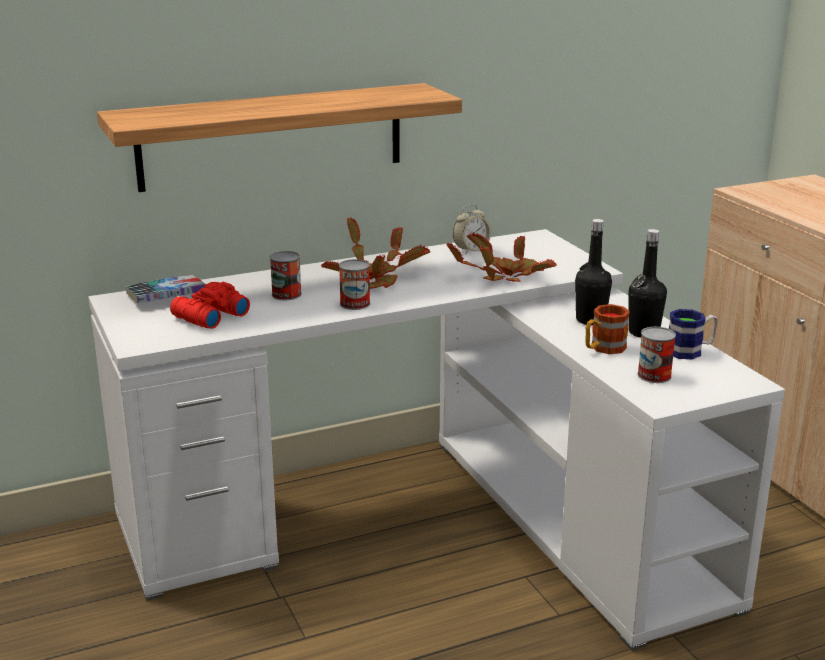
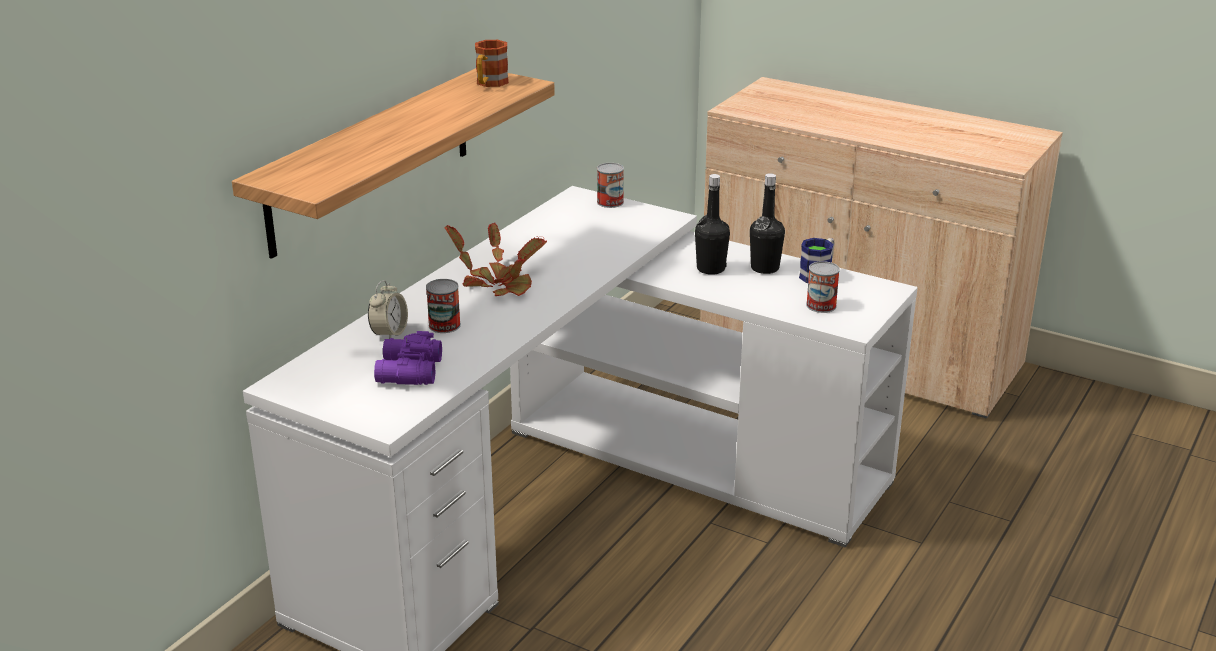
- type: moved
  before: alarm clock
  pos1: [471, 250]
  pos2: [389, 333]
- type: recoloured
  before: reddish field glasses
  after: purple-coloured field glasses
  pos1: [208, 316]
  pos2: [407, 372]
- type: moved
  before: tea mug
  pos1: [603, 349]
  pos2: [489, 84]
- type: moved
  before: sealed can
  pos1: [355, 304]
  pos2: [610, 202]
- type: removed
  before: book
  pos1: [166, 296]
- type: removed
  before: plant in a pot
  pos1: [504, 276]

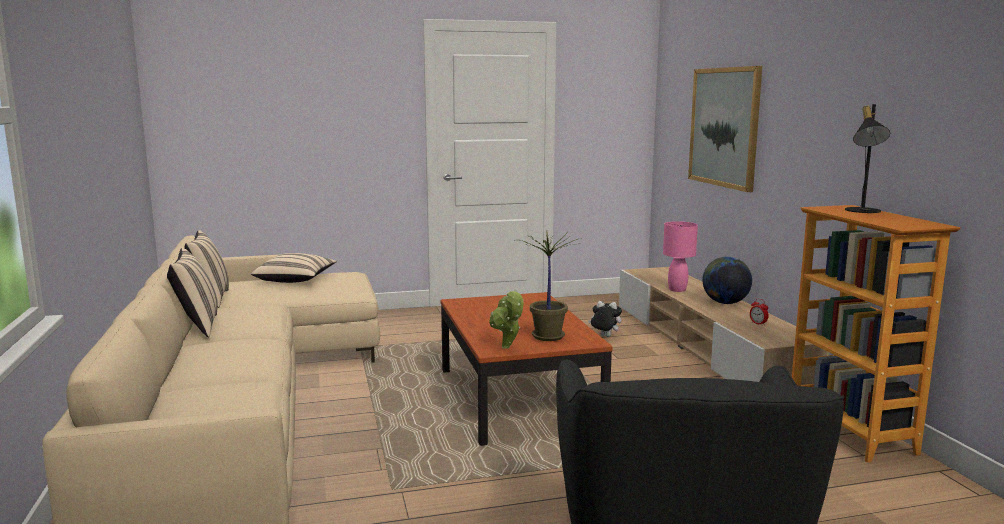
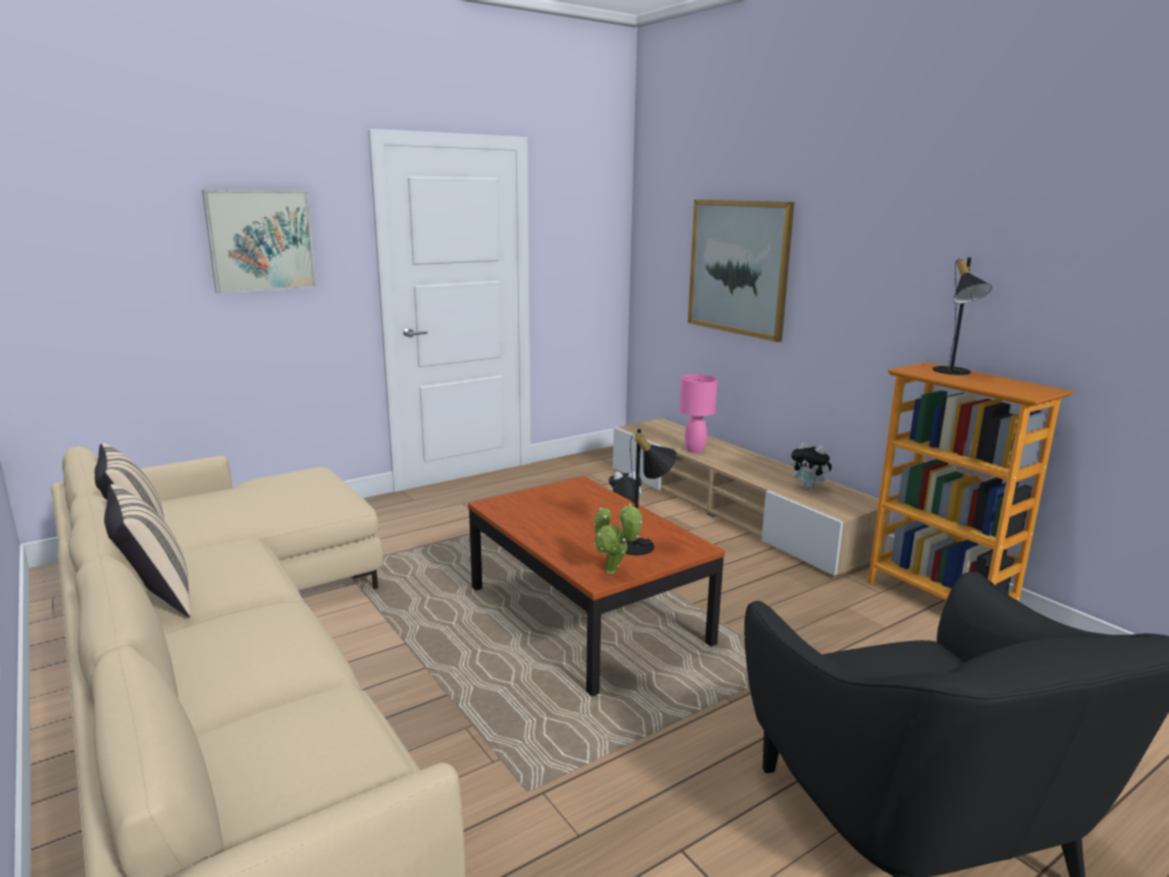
- type: added
  after: wall art
  pos2: [261, 241]
- type: replaced
  before: plant in a pot
  after: black-coloured tabletop lamp
  pos1: [547, 336]
  pos2: [643, 546]
- type: replaced
  before: alarm clock
  after: cuddly toy
  pos1: [758, 323]
  pos2: [809, 487]
- type: removed
  before: sand-coloured cushion
  pos1: [296, 280]
- type: removed
  before: desk globe
  pos1: [725, 303]

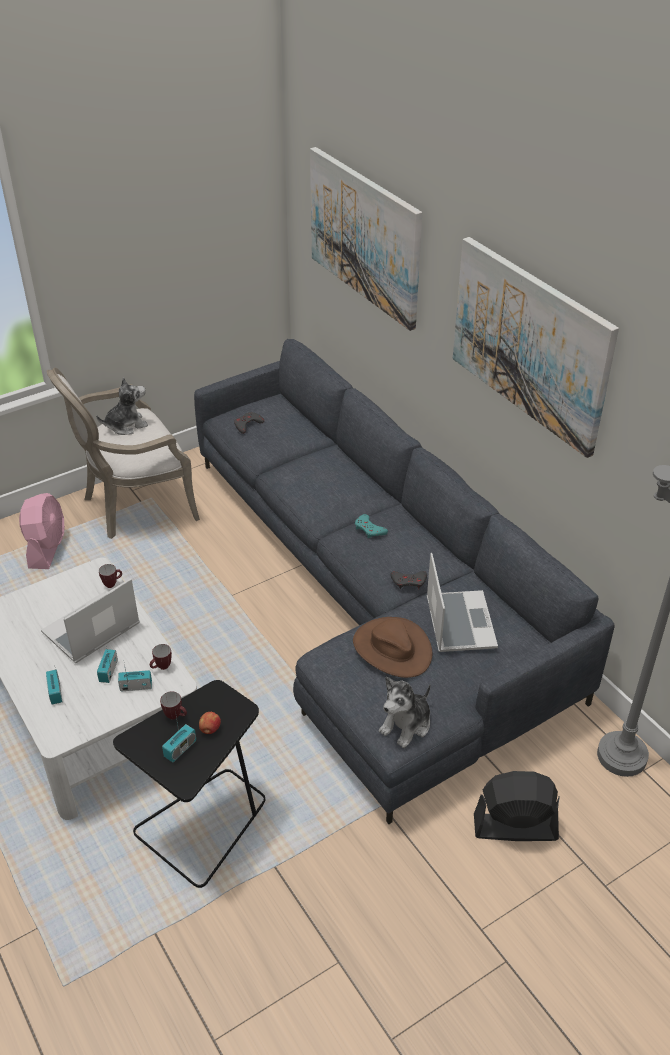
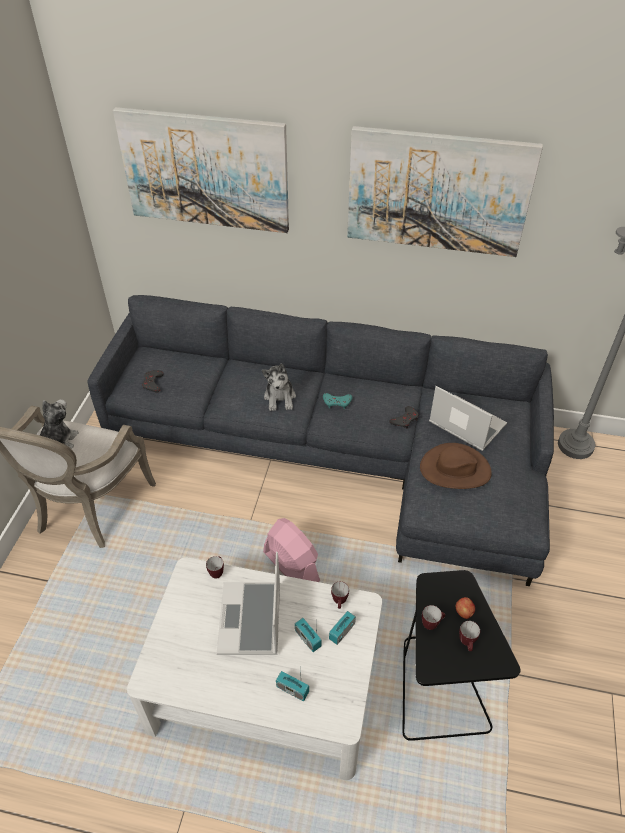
- type: moved
  before: cuddly toy
  pos1: [406, 725]
  pos2: [280, 398]
- type: moved
  before: pink-coloured cooling fan
  pos1: [47, 548]
  pos2: [291, 566]
- type: replaced
  before: radio set
  after: tea mug
  pos1: [180, 749]
  pos2: [467, 643]
- type: removed
  before: black-coloured cooling fan
  pos1: [515, 827]

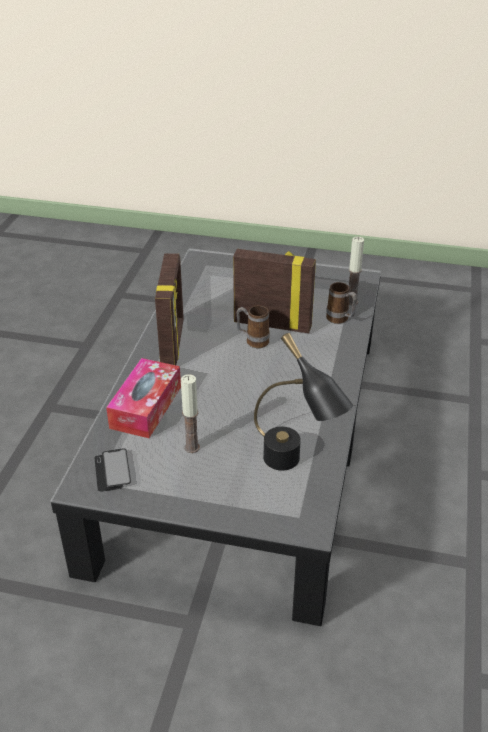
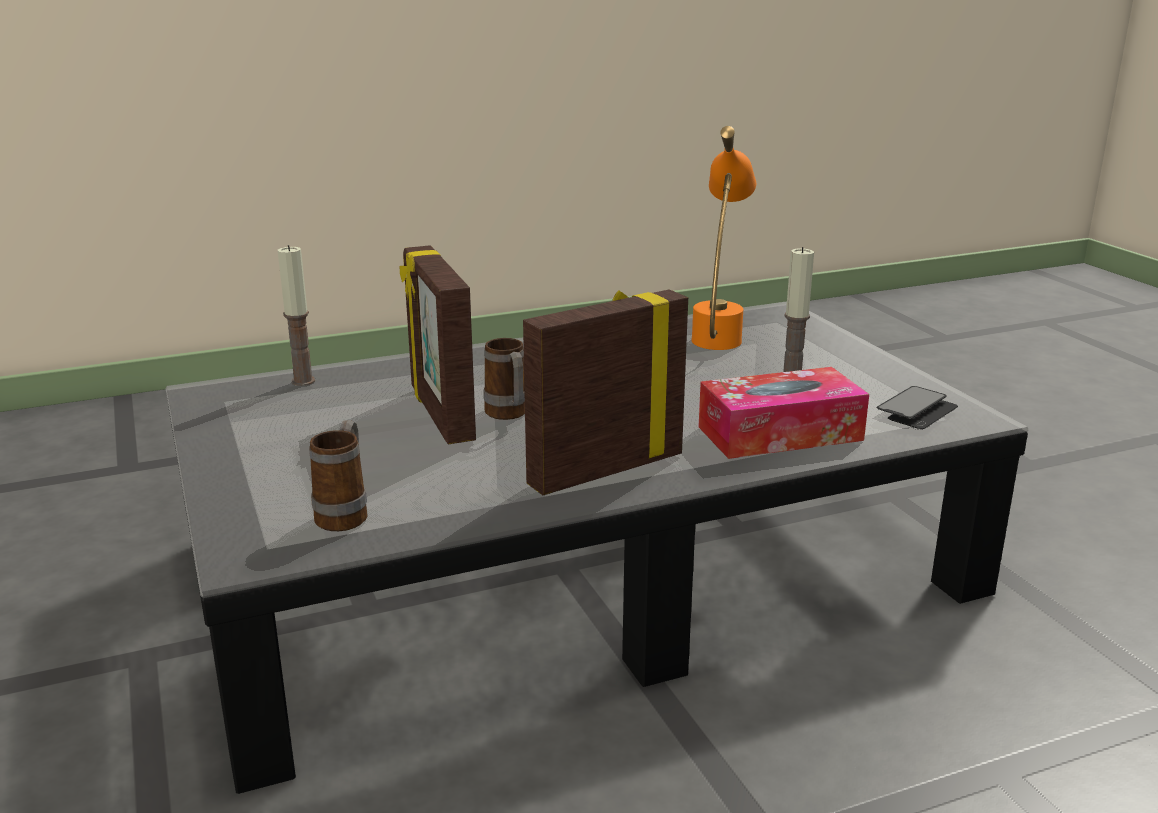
- type: moved
  before: tea mug
  pos1: [340, 320]
  pos2: [346, 513]
- type: recoloured
  before: black-coloured tabletop lamp
  after: orange-coloured tabletop lamp
  pos1: [294, 467]
  pos2: [719, 333]

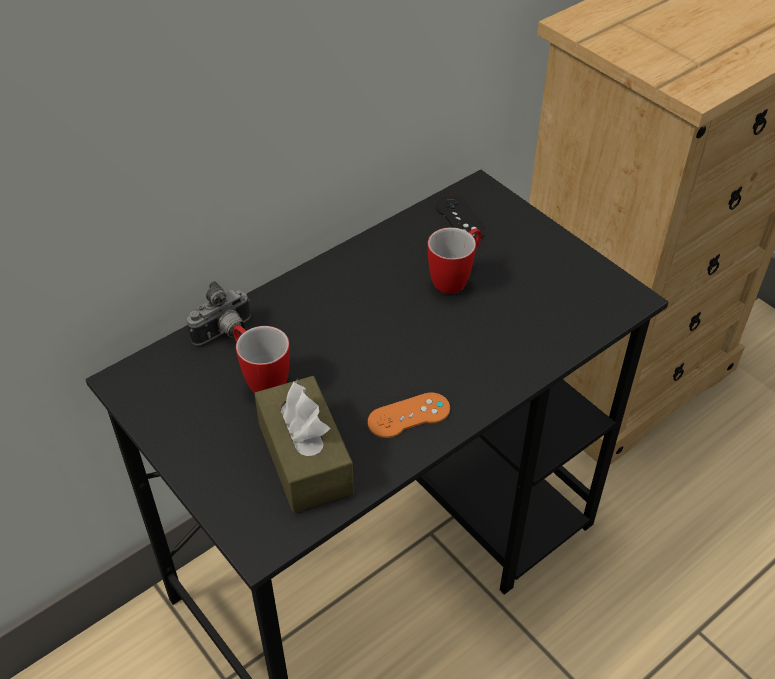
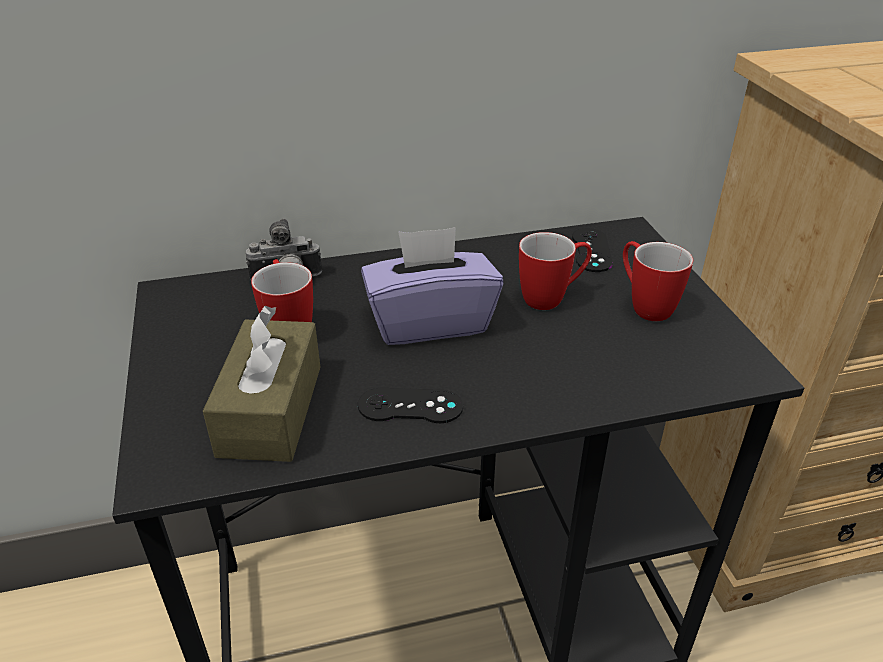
- type: recoloured
  before: orange-coloured game controller
  after: black-coloured game controller
  pos1: [409, 415]
  pos2: [410, 406]
- type: added
  after: purple-coloured box of tissues
  pos2: [430, 321]
- type: added
  after: tea mug
  pos2: [644, 305]

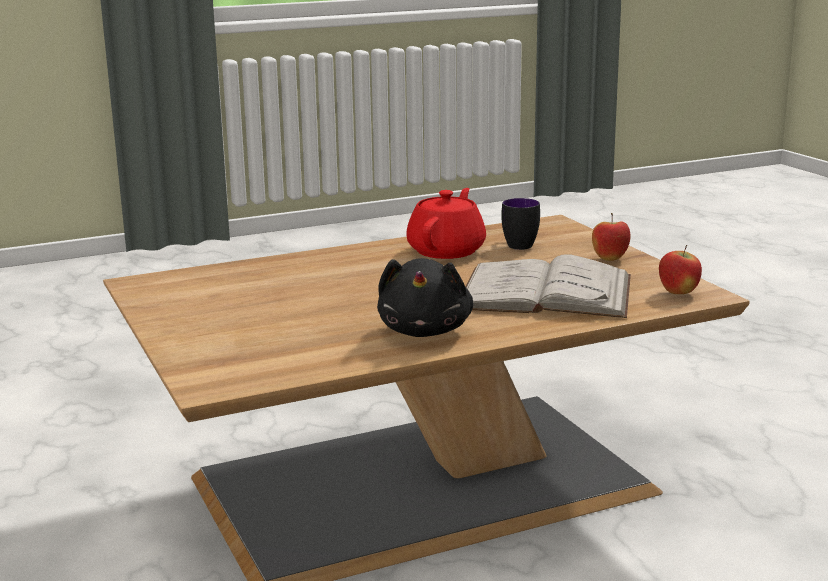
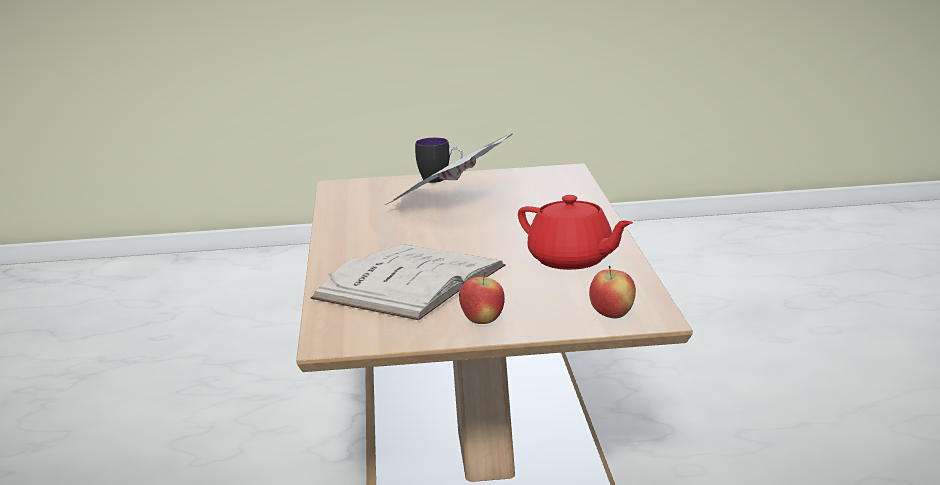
- type: added
  after: daily paper
  pos2: [449, 205]
- type: moved
  before: tea mug
  pos1: [518, 244]
  pos2: [440, 180]
- type: moved
  before: whole apple
  pos1: [678, 293]
  pos2: [613, 316]
- type: removed
  before: black-coloured cuddly toy
  pos1: [425, 331]

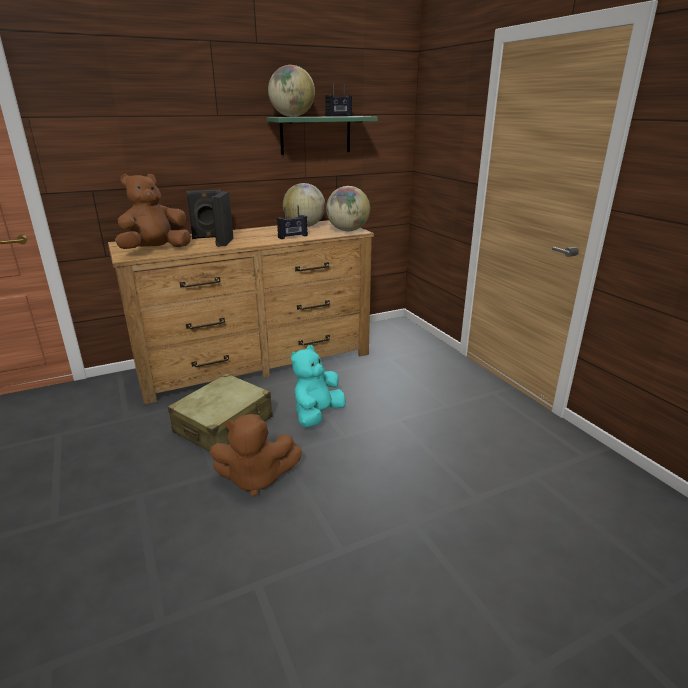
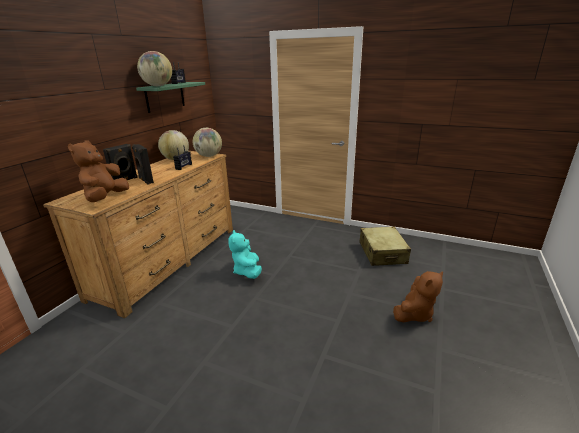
- type: moved
  before: sand-coloured suitcase
  pos1: [224, 425]
  pos2: [382, 253]
- type: moved
  before: brownish cuddly toy
  pos1: [256, 478]
  pos2: [414, 314]

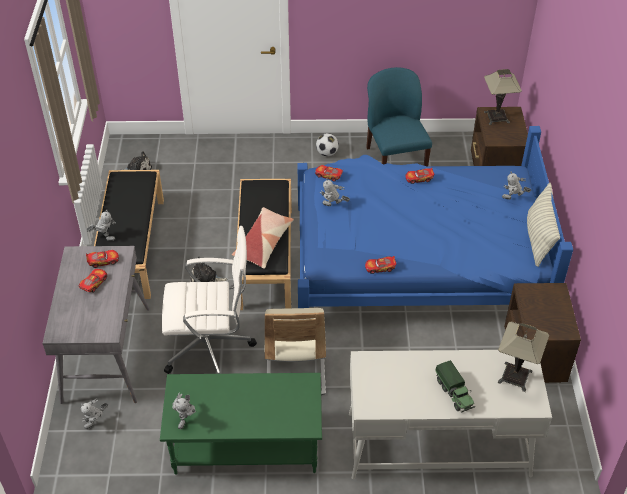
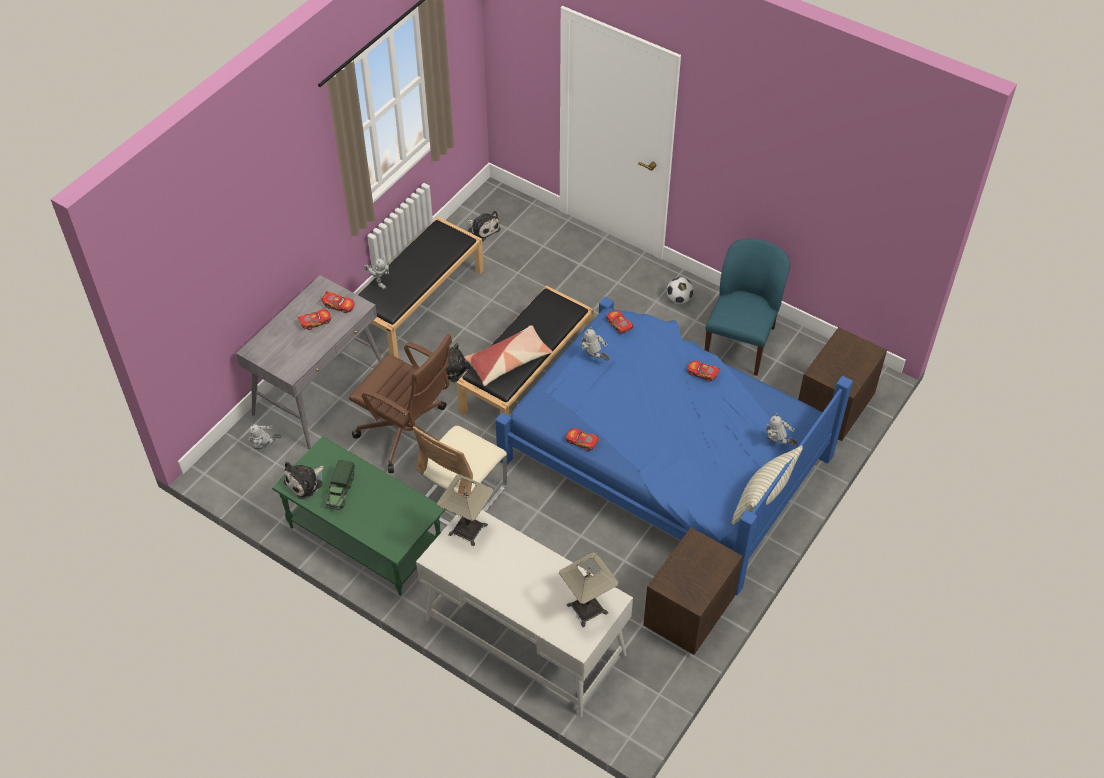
- type: replaced
  before: toy robot
  after: cuddly toy
  pos1: [186, 418]
  pos2: [305, 482]
- type: moved
  before: toy truck
  pos1: [454, 393]
  pos2: [340, 491]
- type: recoloured
  before: whitish computer chair
  after: brownish computer chair
  pos1: [210, 347]
  pos2: [408, 435]
- type: moved
  before: tabletop lamp
  pos1: [496, 117]
  pos2: [468, 529]

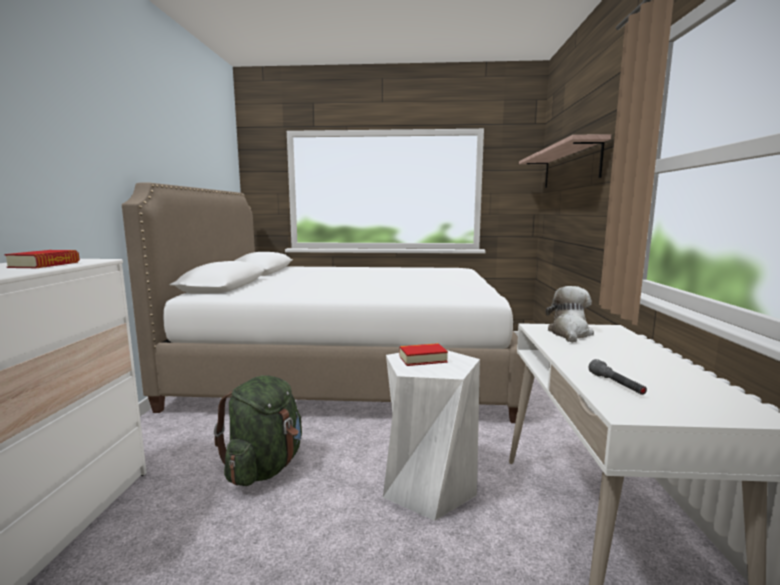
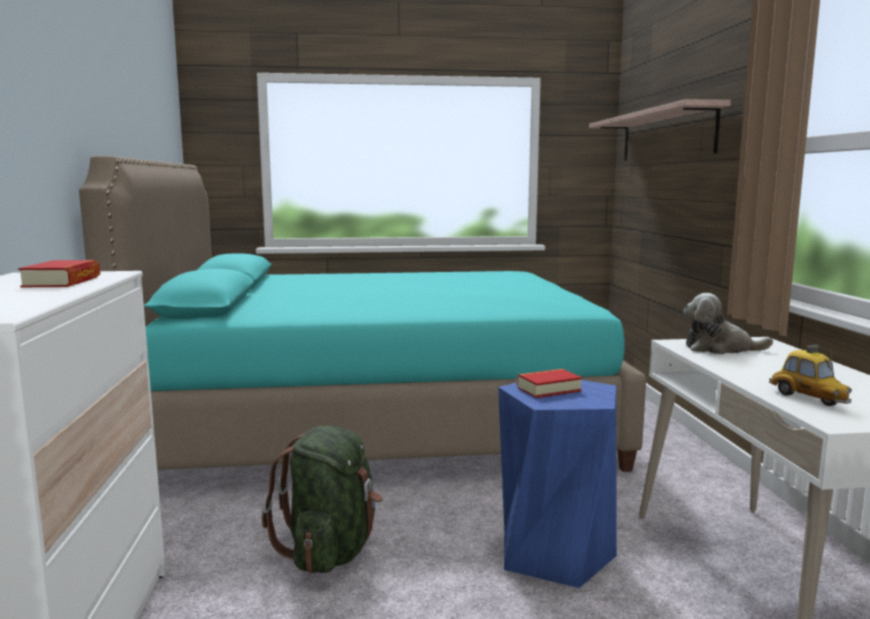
- type: recoloured
  before: whitish sleeping bed
  after: turquoise sleeping bed
  pos1: [350, 370]
  pos2: [379, 420]
- type: recoloured
  before: whitish stool
  after: bluish stool
  pos1: [428, 487]
  pos2: [554, 552]
- type: turned
  before: cuddly toy
  pos1: [569, 333]
  pos2: [719, 349]
  turn: -90
- type: replaced
  before: grey torch
  after: model car
  pos1: [616, 385]
  pos2: [808, 398]

